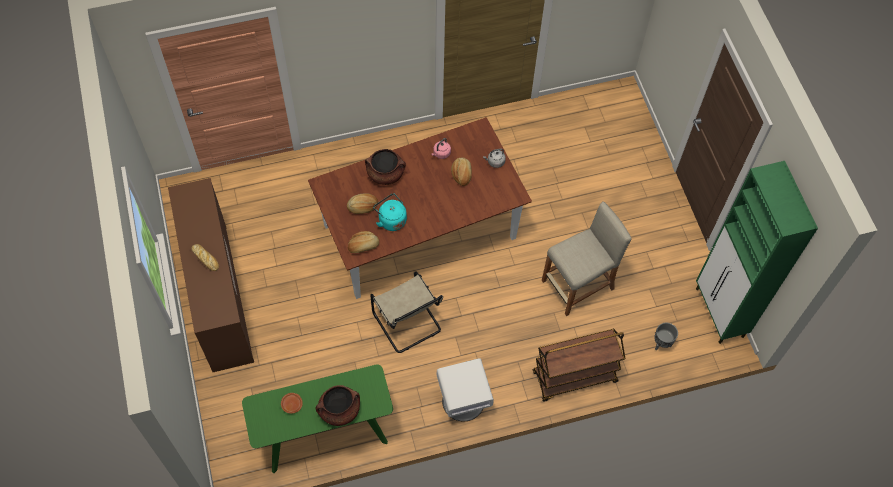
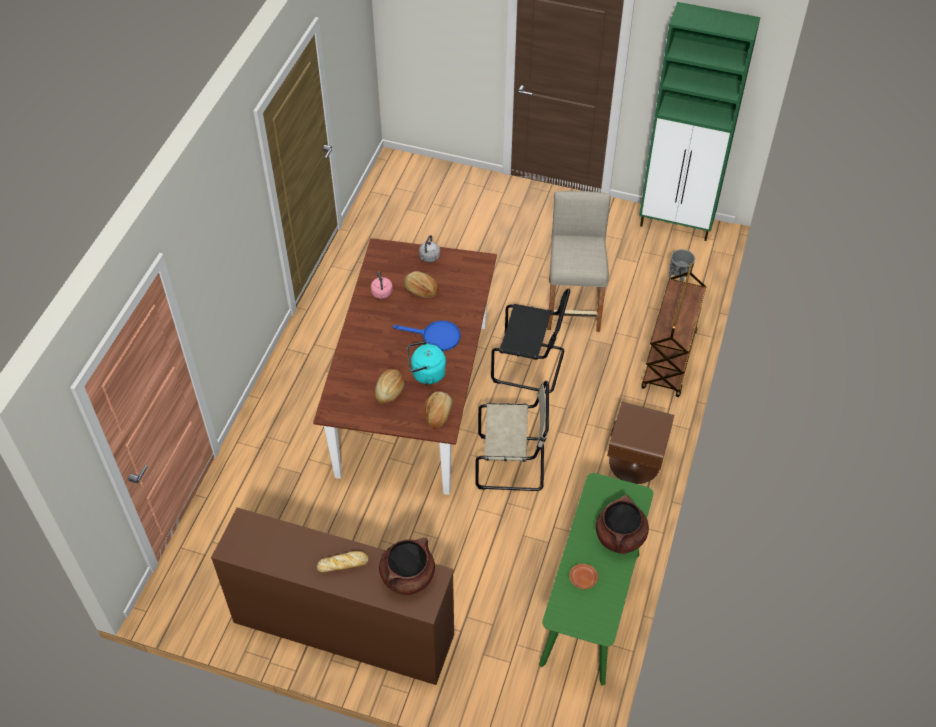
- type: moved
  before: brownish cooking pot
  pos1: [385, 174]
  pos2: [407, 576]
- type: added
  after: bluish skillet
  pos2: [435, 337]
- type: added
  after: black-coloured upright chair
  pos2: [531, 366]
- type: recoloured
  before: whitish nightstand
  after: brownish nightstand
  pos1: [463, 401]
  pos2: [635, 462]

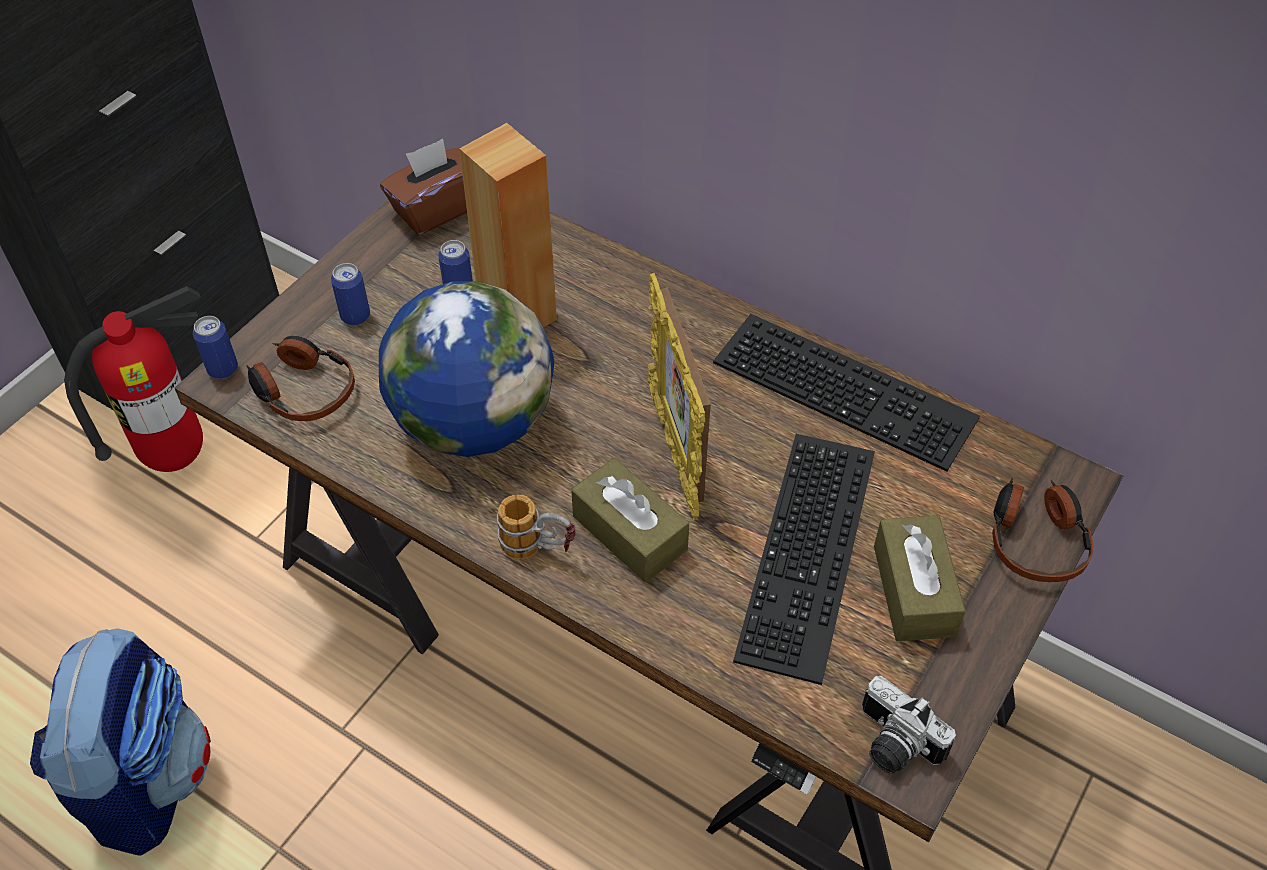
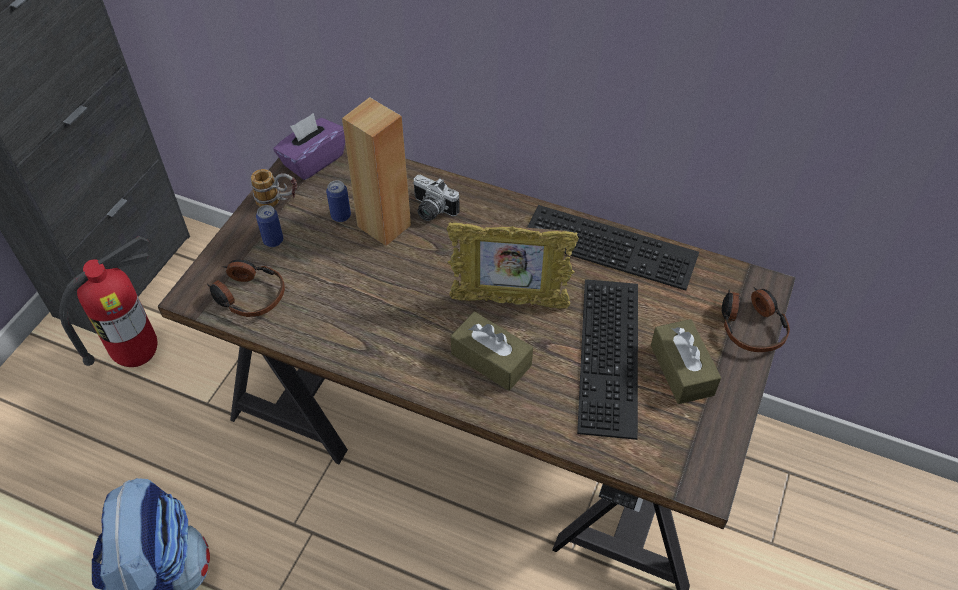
- type: moved
  before: tea mug
  pos1: [538, 549]
  pos2: [278, 202]
- type: recoloured
  before: brownish box of tissues
  after: purple-coloured box of tissues
  pos1: [438, 208]
  pos2: [313, 160]
- type: moved
  before: photo camera
  pos1: [892, 744]
  pos2: [431, 211]
- type: turned
  before: photo frame
  pos1: [675, 451]
  pos2: [509, 302]
  turn: -60
- type: removed
  before: sealed can
  pos1: [223, 369]
- type: removed
  before: desk globe
  pos1: [474, 423]

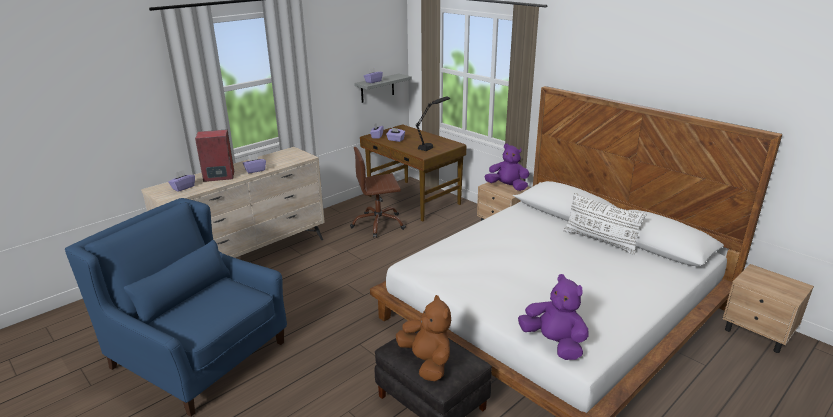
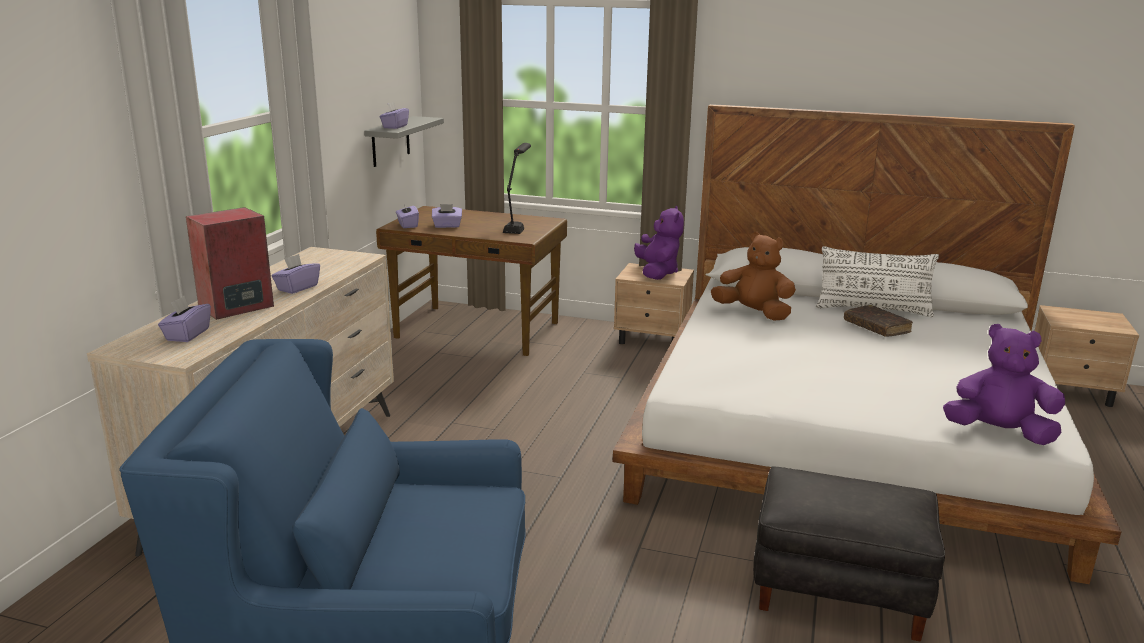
- type: turned
  before: purple-coloured cuddly toy
  pos1: [507, 186]
  pos2: [657, 273]
  turn: 90
- type: moved
  before: brownish cuddly toy
  pos1: [427, 362]
  pos2: [754, 313]
- type: added
  after: brownish book
  pos2: [876, 327]
- type: removed
  before: brownish computer chair
  pos1: [378, 224]

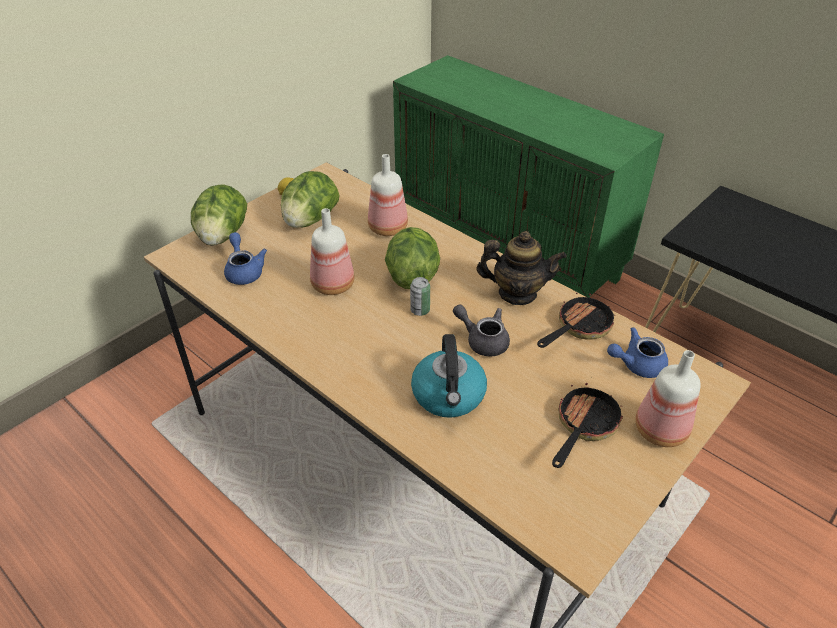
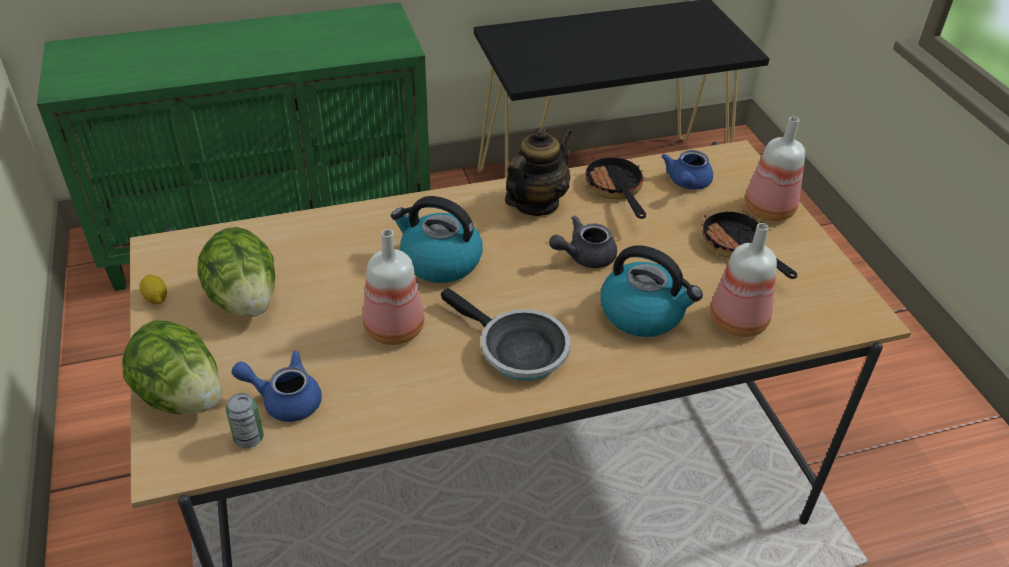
- type: moved
  before: sealed can
  pos1: [420, 310]
  pos2: [249, 438]
- type: replaced
  before: lettuce head
  after: water kettle
  pos1: [411, 276]
  pos2: [439, 261]
- type: added
  after: skillet
  pos2: [517, 350]
- type: moved
  before: beverage bottle
  pos1: [388, 229]
  pos2: [740, 321]

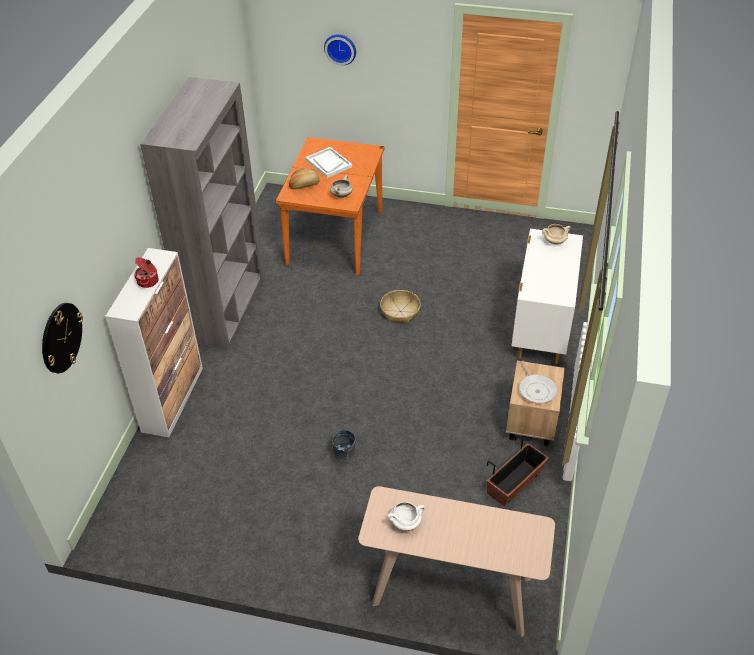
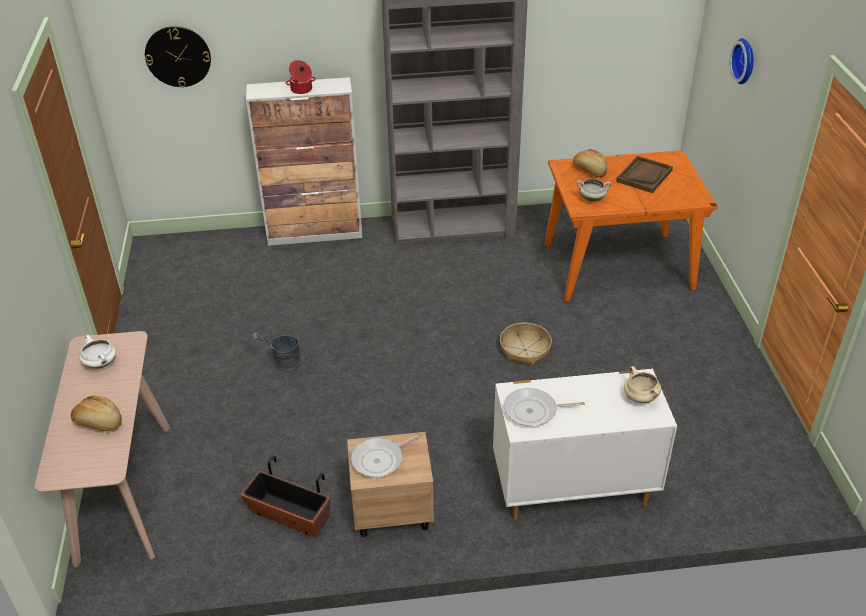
- type: added
  after: bakery bread
  pos2: [98, 423]
- type: added
  after: skillet
  pos2: [533, 411]
- type: recoloured
  before: whitish tray
  after: brownish tray
  pos1: [328, 163]
  pos2: [644, 176]

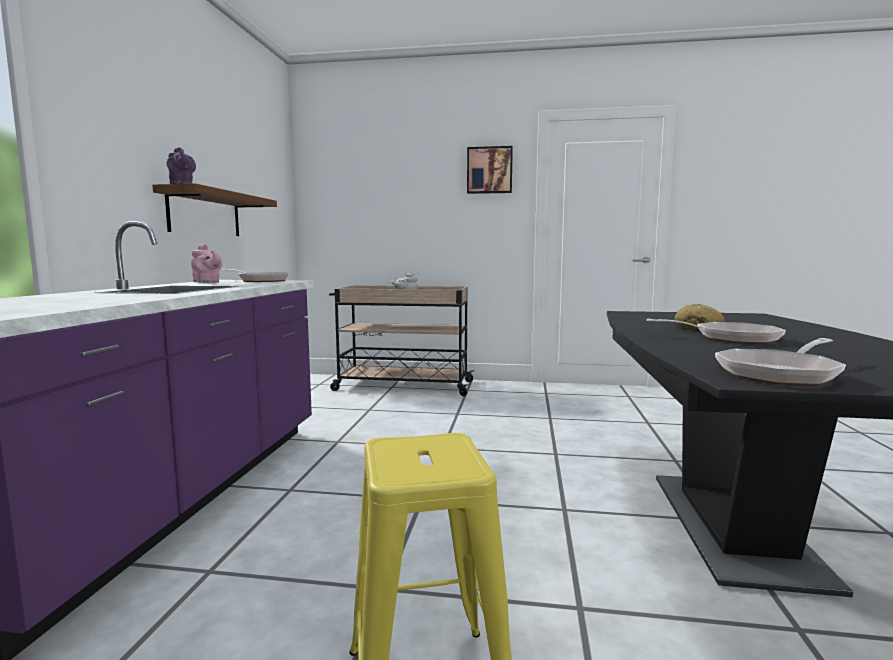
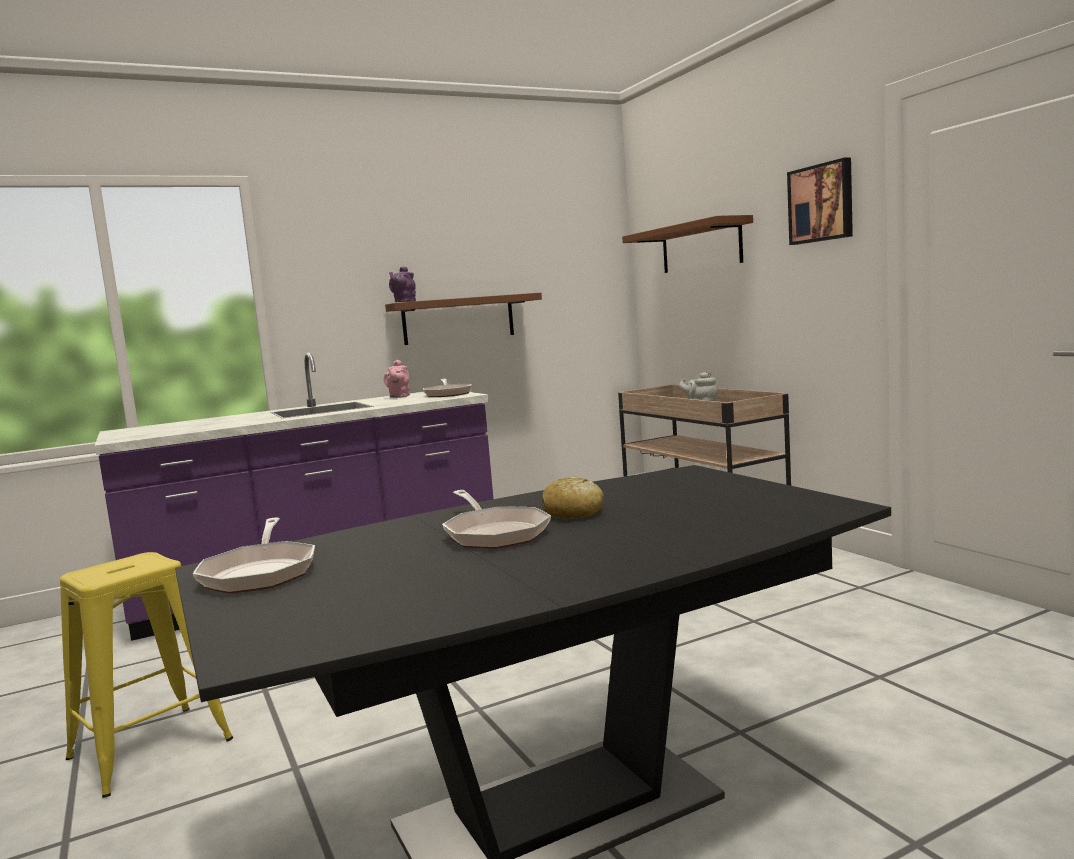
- type: turned
  before: skillet
  pos1: [780, 373]
  pos2: [260, 572]
  turn: -120
- type: added
  after: brownish wall shelf
  pos2: [700, 247]

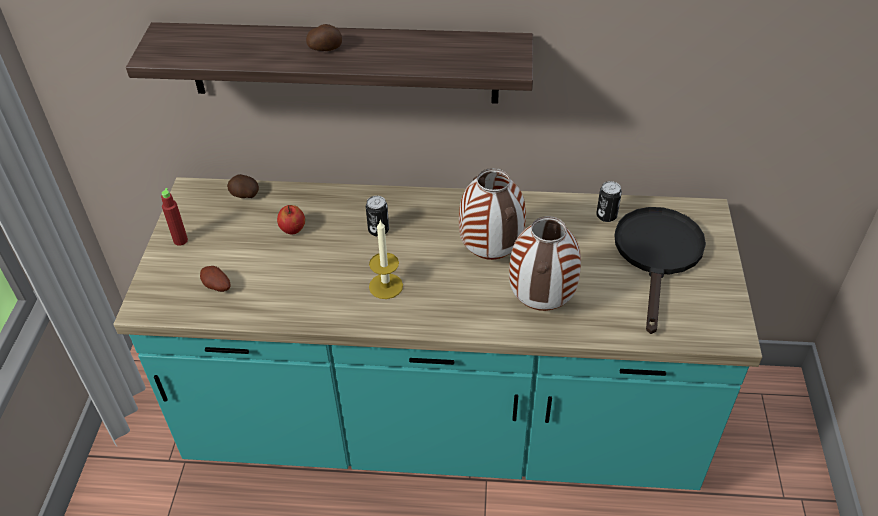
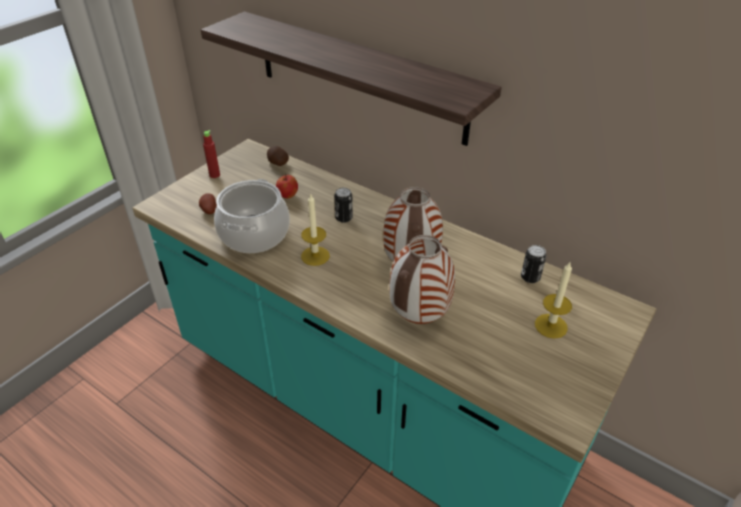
- type: added
  after: cooking pot
  pos2: [254, 234]
- type: replaced
  before: black-coloured skillet
  after: candle
  pos1: [657, 256]
  pos2: [551, 326]
- type: removed
  before: whole potato
  pos1: [325, 49]

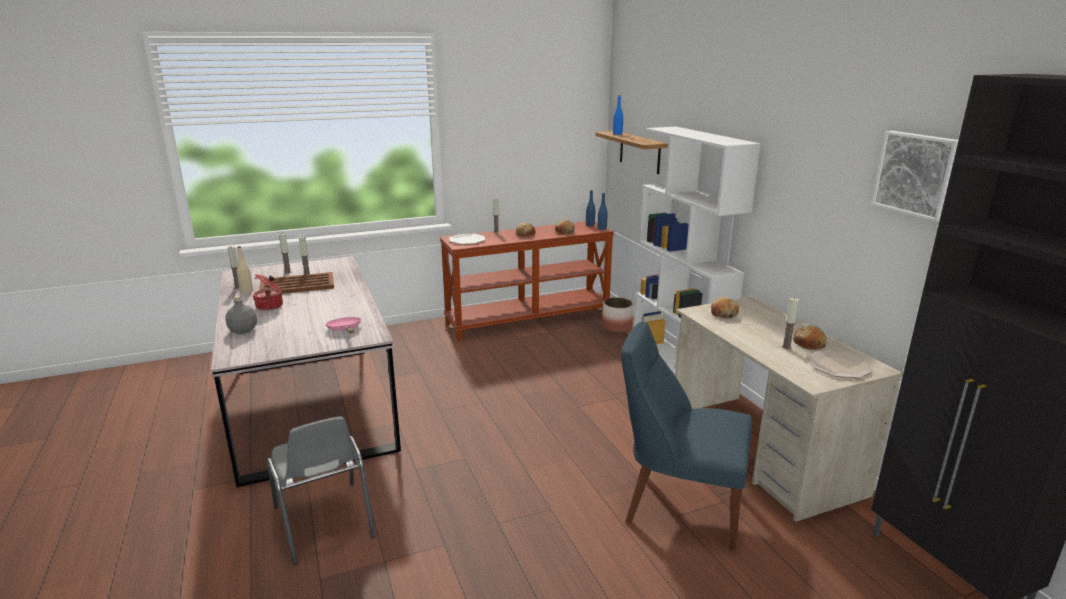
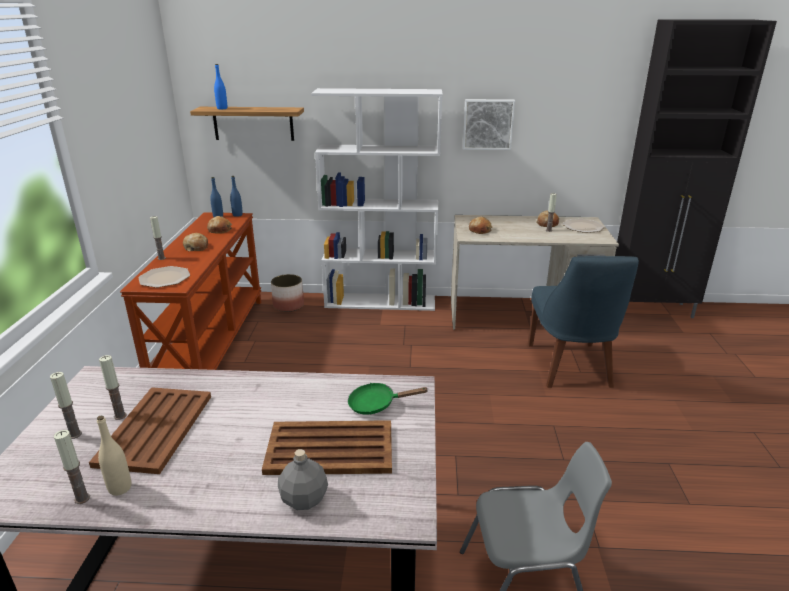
- type: added
  after: brownish tray
  pos2: [331, 449]
- type: recoloured
  before: pink-coloured skillet
  after: greenish skillet
  pos1: [345, 329]
  pos2: [376, 404]
- type: moved
  before: wall art
  pos1: [917, 174]
  pos2: [488, 124]
- type: turned
  before: bluish upright chair
  pos1: [678, 506]
  pos2: [570, 367]
  turn: -45
- type: removed
  before: cooking pot
  pos1: [270, 306]

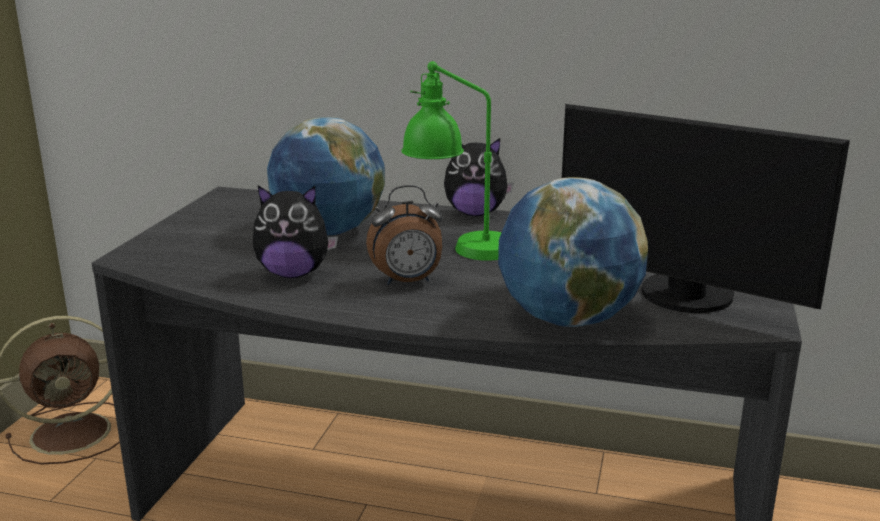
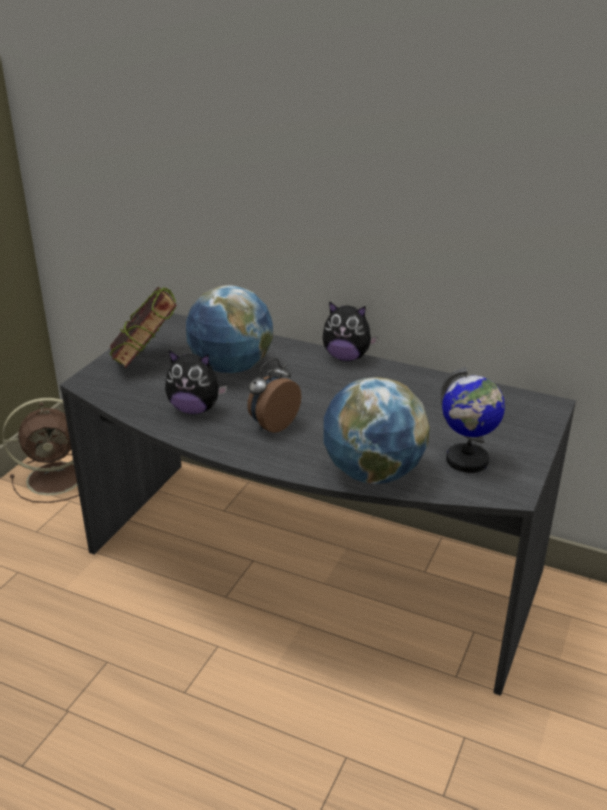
- type: added
  after: book
  pos2: [146, 360]
- type: turned
  before: alarm clock
  pos1: [407, 282]
  pos2: [272, 425]
  turn: 135
- type: replaced
  before: computer screen
  after: desk globe
  pos1: [683, 298]
  pos2: [467, 460]
- type: removed
  before: greenish tabletop lamp
  pos1: [458, 247]

